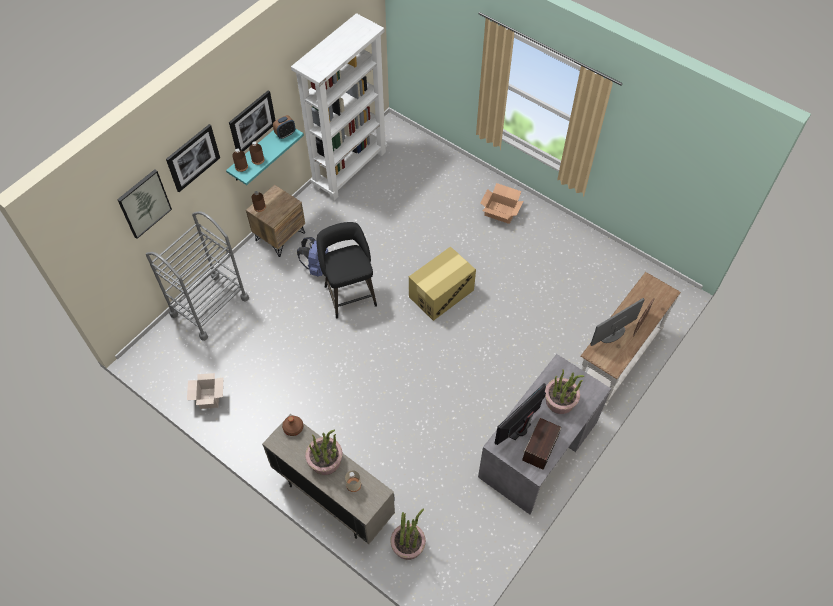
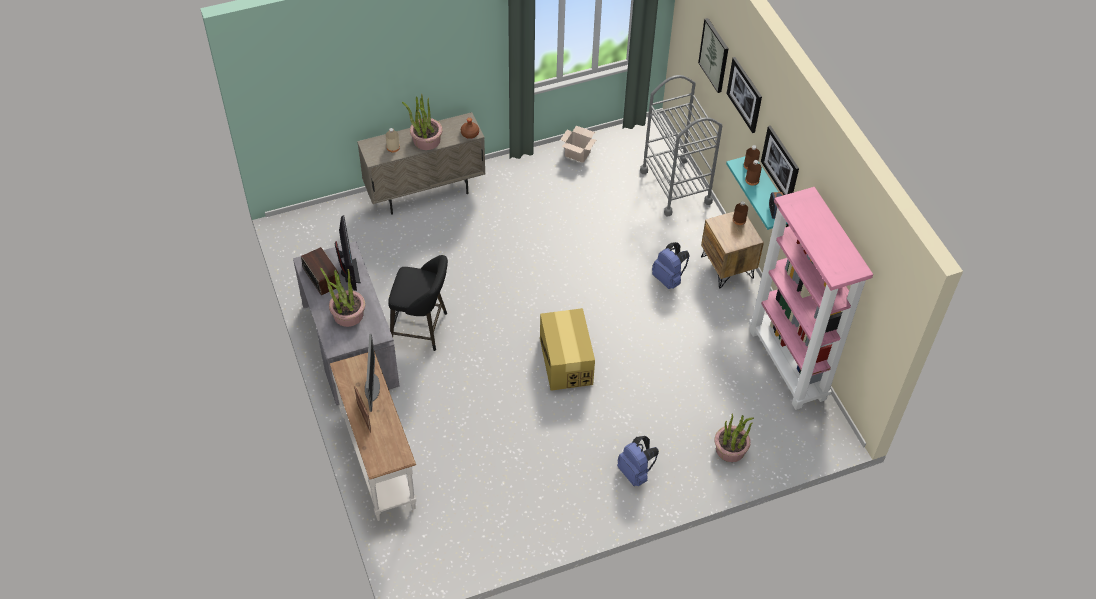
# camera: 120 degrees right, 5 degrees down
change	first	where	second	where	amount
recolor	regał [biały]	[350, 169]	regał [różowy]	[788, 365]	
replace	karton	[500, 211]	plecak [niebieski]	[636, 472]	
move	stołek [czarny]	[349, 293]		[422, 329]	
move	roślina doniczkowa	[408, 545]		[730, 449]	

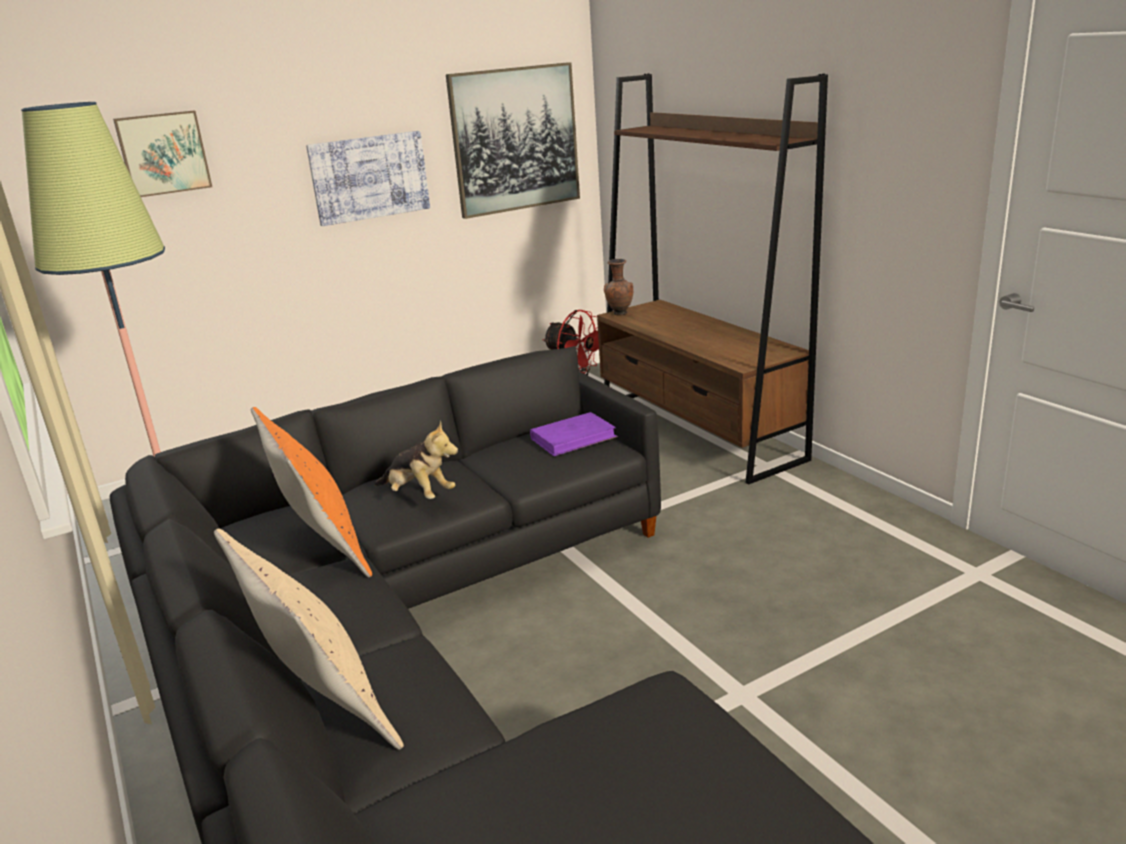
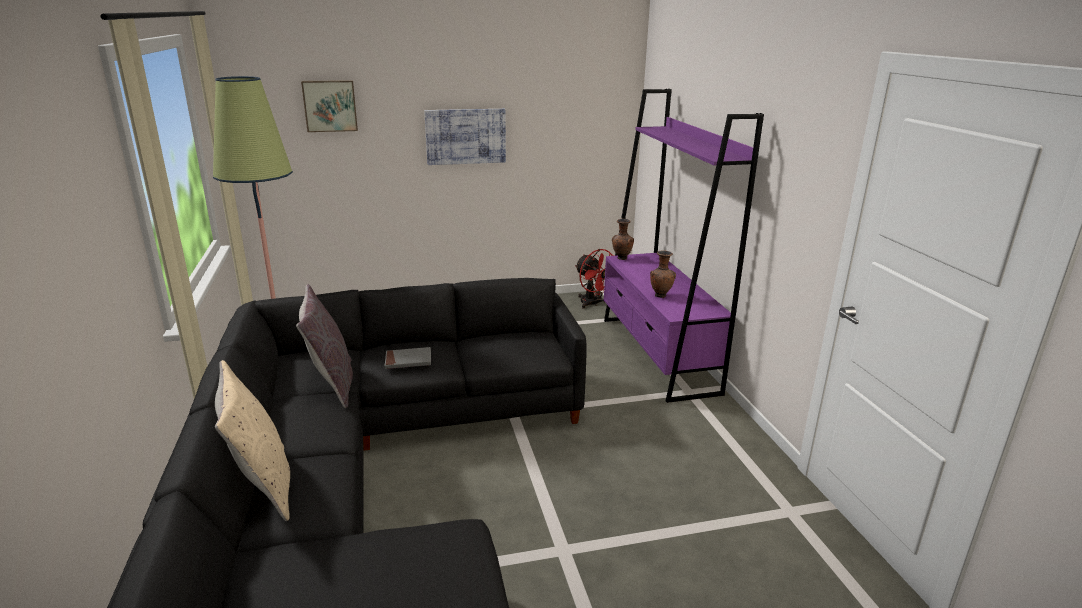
# camera: 15 degrees right, 0 degrees up
change	first	where	second	where	amount
delete	obraz	[515, 139]			
recolor	regał [brązowy]	[698, 431]	regał [fioletowy]	[658, 354]	
recolor	poduszka [pomarańczowy]	[323, 551]	poduszka [szary]	[331, 384]	
delete	książka [fioletowy]	[573, 438]			
replace	pluszak	[419, 495]	książka [szary]	[408, 360]	
insert			wazon [brązowy]	[660, 295]	

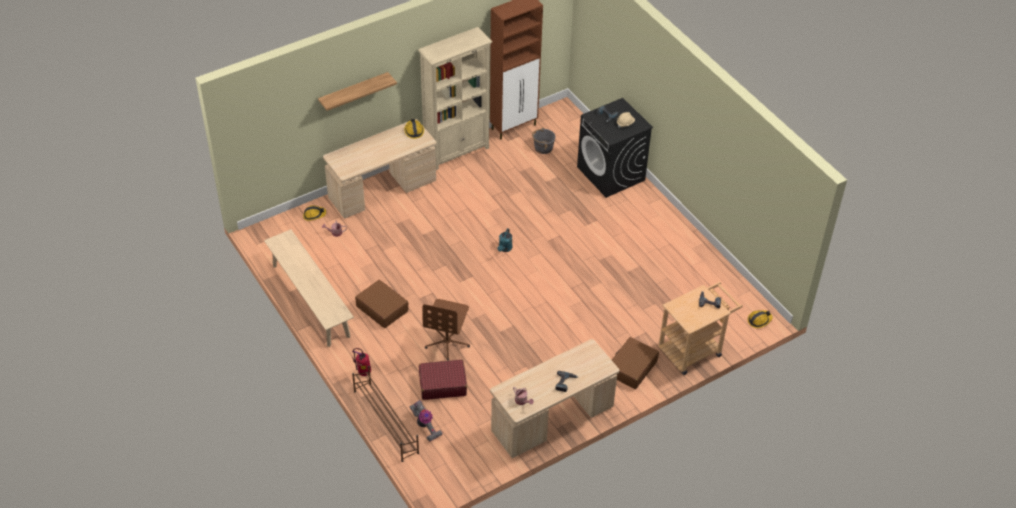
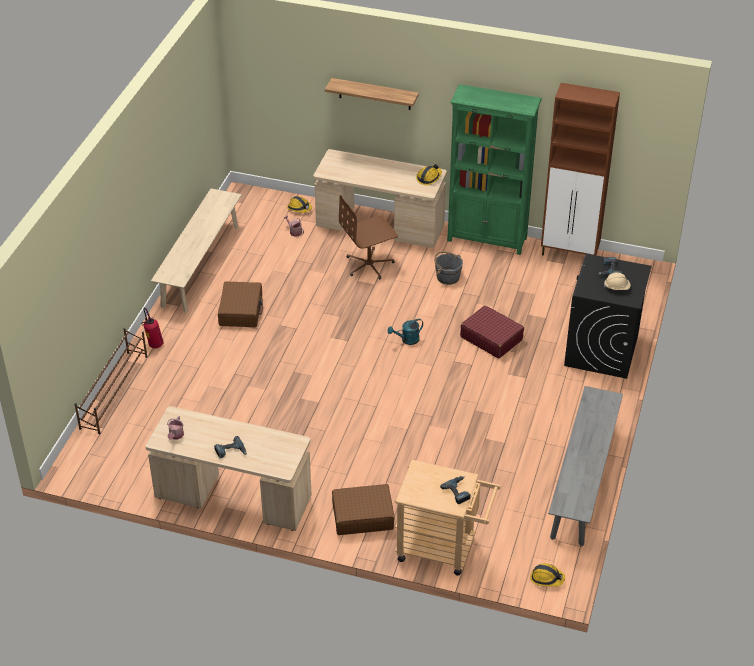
# camera: 50 degrees right, 5 degrees down
change	first	where	second	where	amount
recolor	regał [beżowy]	[457, 152]	regał [zielony]	[487, 239]	
move	wiadro [szary]	[543, 148]		[447, 277]	
move	krzesło biurowe [brązowy]	[447, 342]		[369, 265]	
move	walizka [czerwony]	[442, 384]		[491, 338]	
delete	odkurzacz	[425, 426]			
insert			ławka [szary]	[583, 482]	

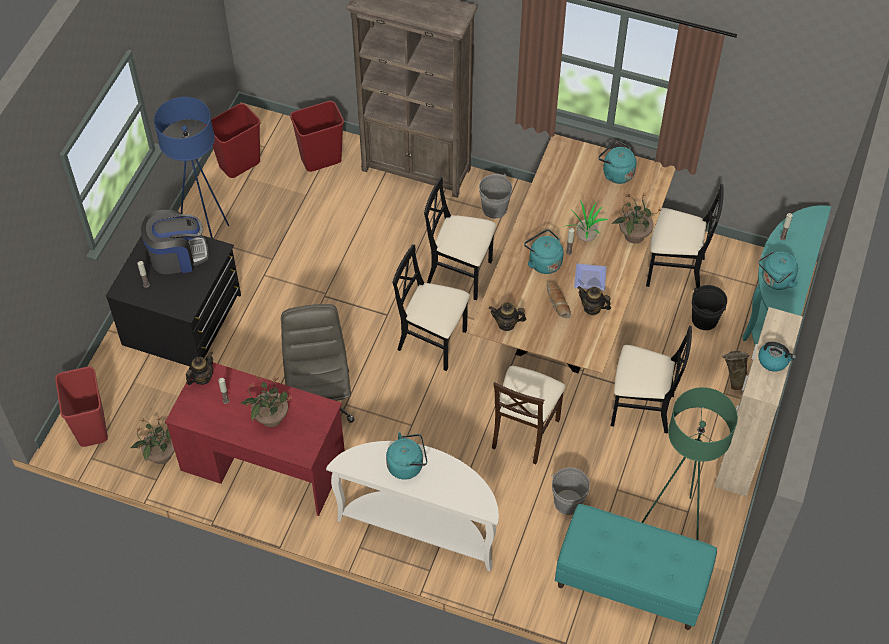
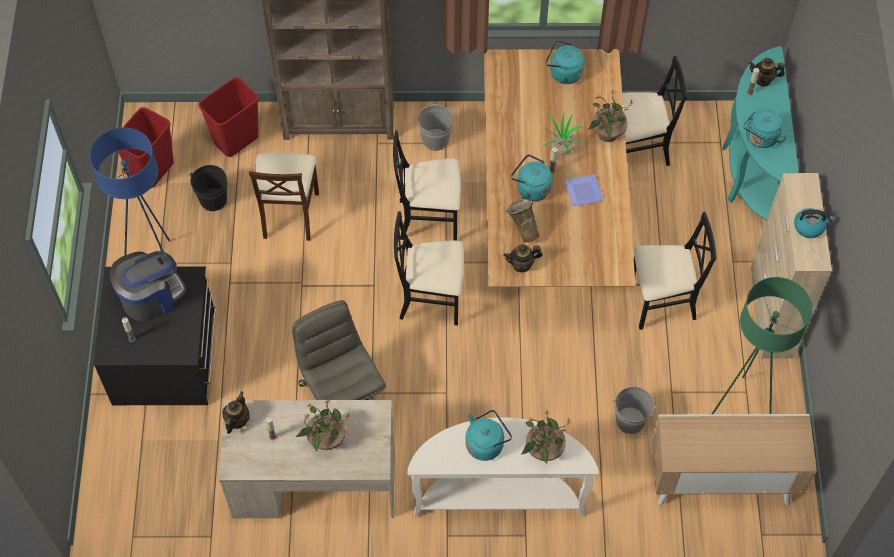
# camera: 20 degrees left, 5 degrees up
change	first	where	second	where	amount
delete	chleb	[557, 302]			
move	wiadro [czarny]	[704, 319]		[213, 199]	
move	imbryk	[592, 308]		[763, 79]	
move	wazon [beżowy]	[733, 378]		[522, 230]	
recolor	biurko [czerwony]	[263, 464]	biurko [beżowy]	[314, 482]	
move	krzesło [beżowy]	[524, 431]		[289, 214]	
delete	kosz na śmieci [czerwony]	[90, 427]			
move	roślina doniczkowa	[160, 455]		[543, 450]	
replace	ławka [turkusowy]	[630, 583]	szafka	[721, 481]	

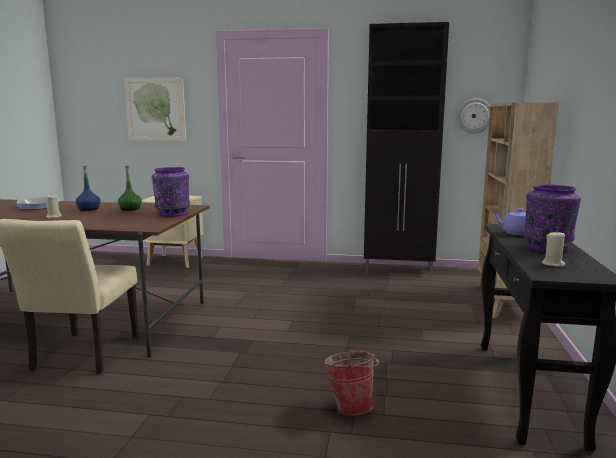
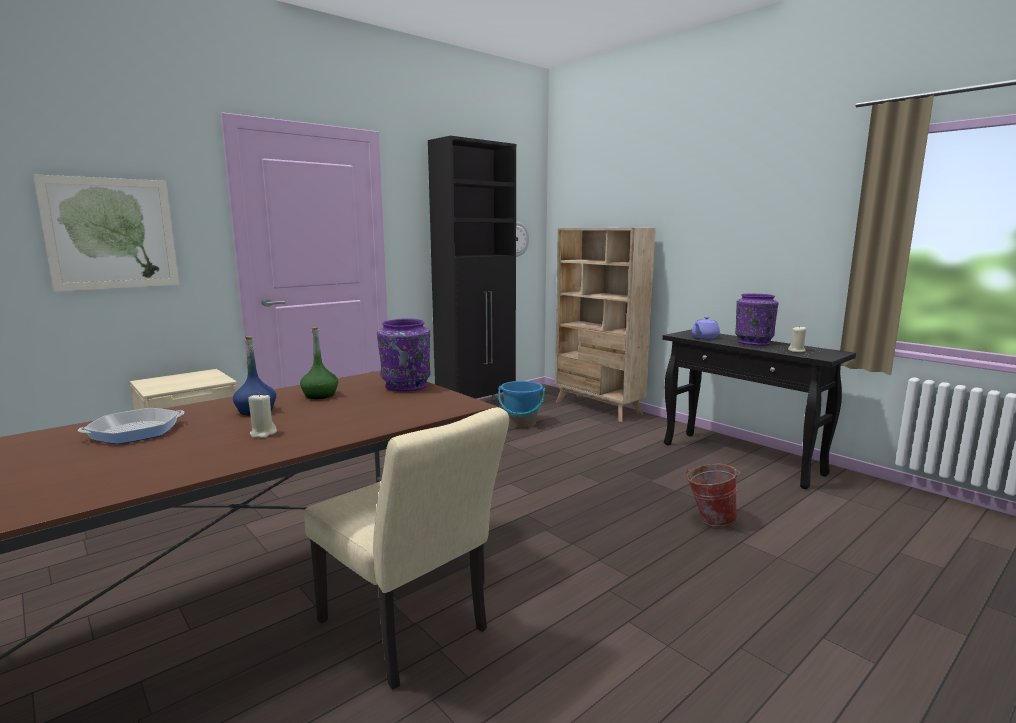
# camera: 50 degrees left, 0 degrees up
change	first	where	second	where	amount
insert			wiadro [niebieski]	[521, 423]	

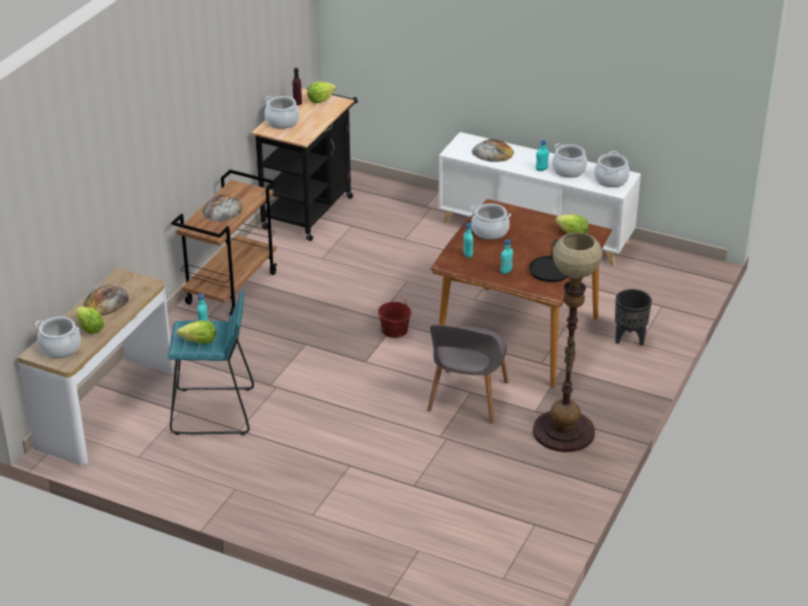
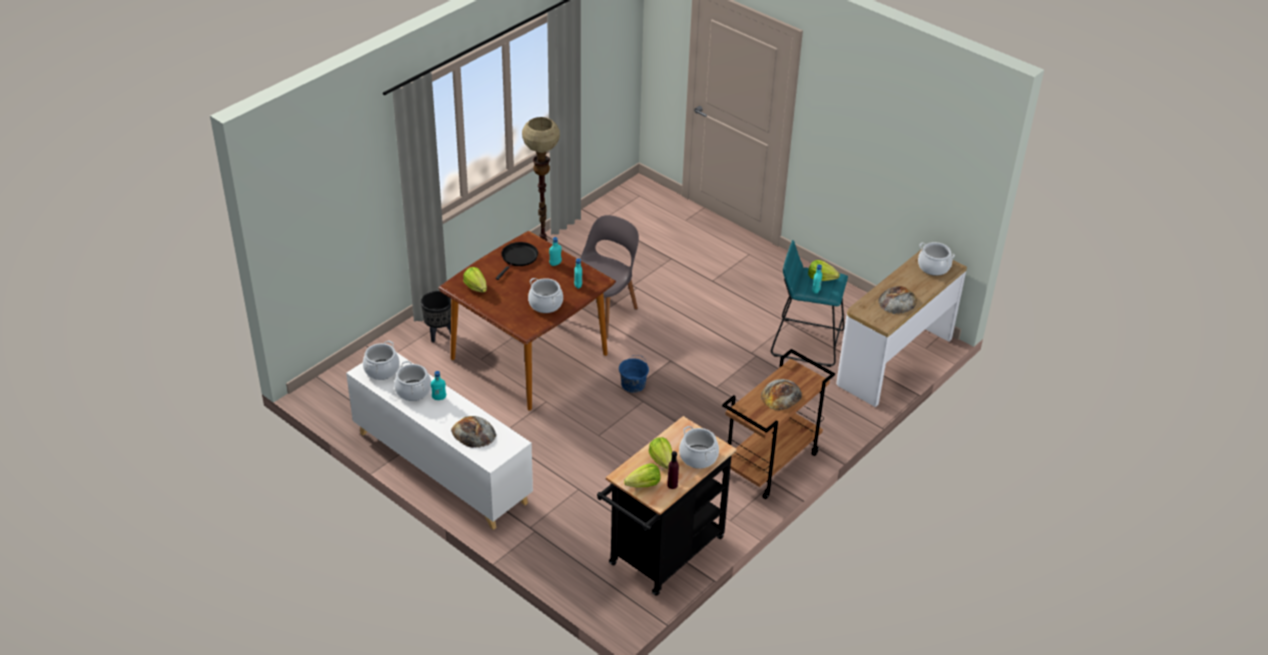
# camera: 165 degrees left, 5 degrees up
change	first	where	second	where	amount
recolor	wiadro [czerwony]	[394, 330]	wiadro [niebieski]	[633, 384]	
move	sałata	[89, 328]		[662, 461]	

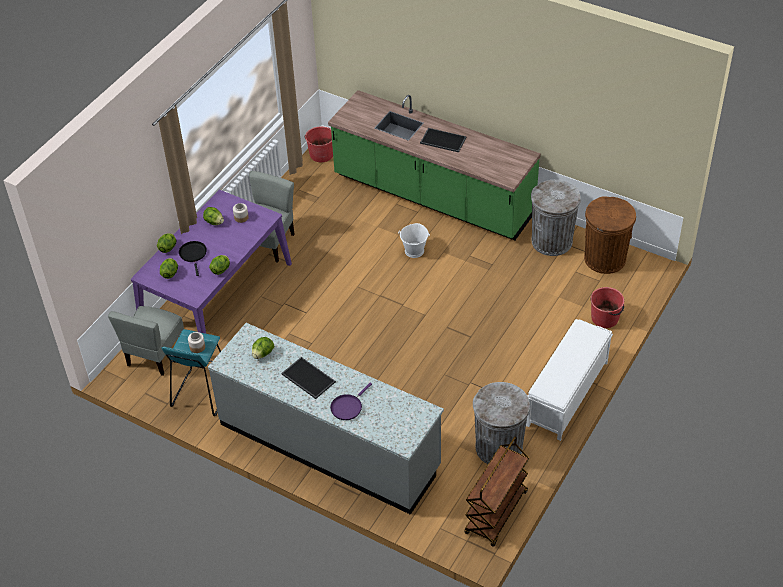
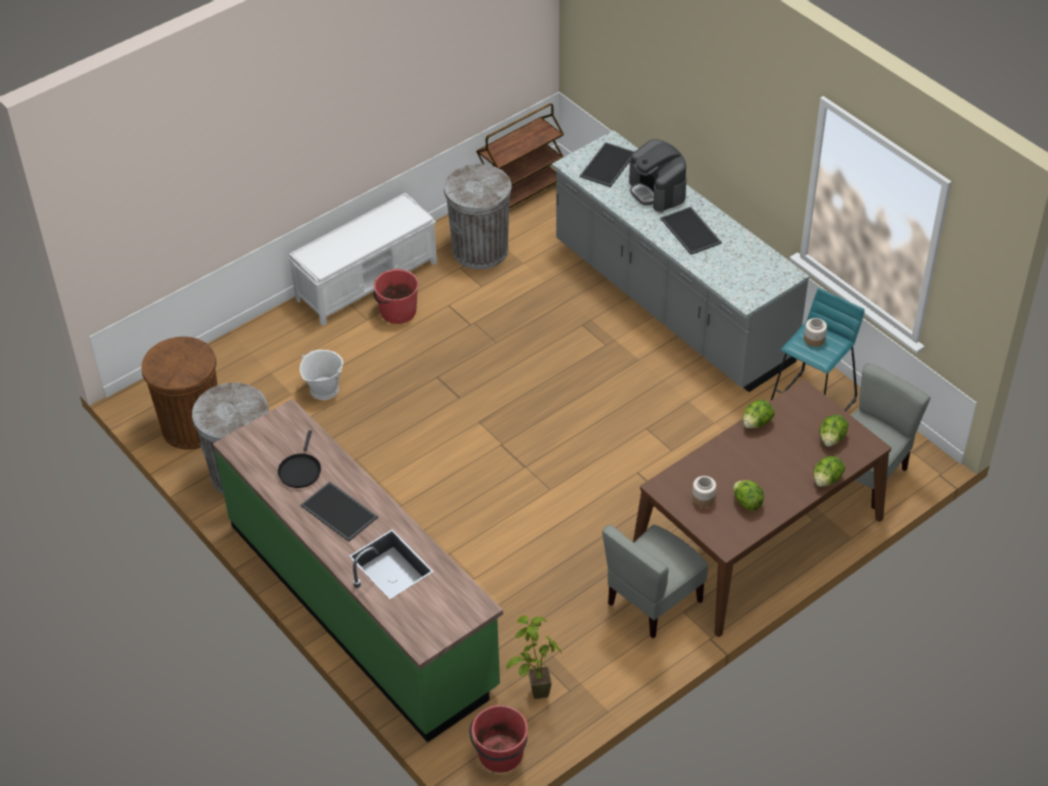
# camera: 160 degrees left, 0 degrees up
change	first	where	second	where	amount
recolor	stół jadalny [fioletowy]	[217, 295]	stół jadalny [brązowy]	[757, 537]	
move	wiadro [biały]	[414, 251]		[324, 389]	
move	patelnia [czarny]	[193, 254]		[300, 470]	
move	wiadro [czerwony]	[605, 318]		[397, 311]	
delete	sałata	[263, 354]			
replace	patelnia [fioletowy]	[347, 407]	ekspres do kawy	[657, 190]	
insert			taca	[608, 165]	
insert			roślina doniczkowa	[532, 691]	

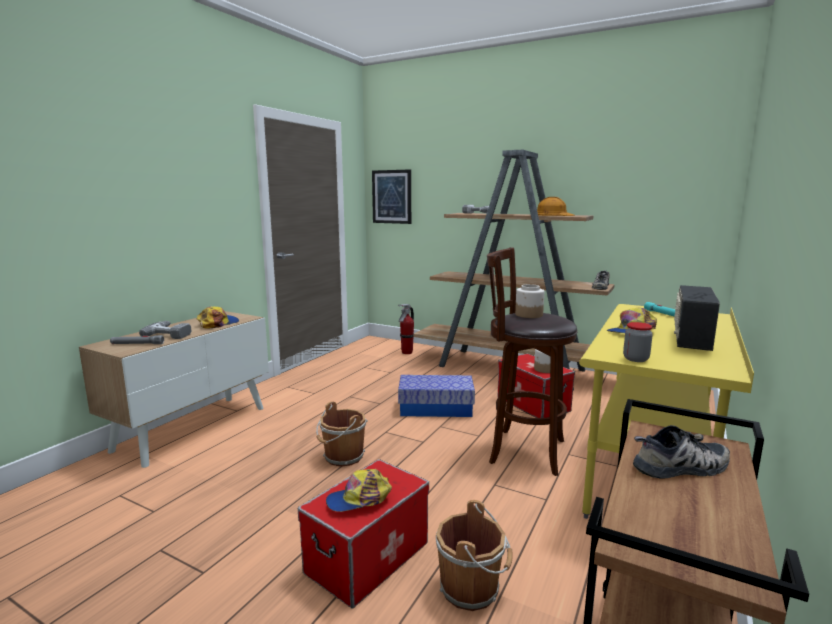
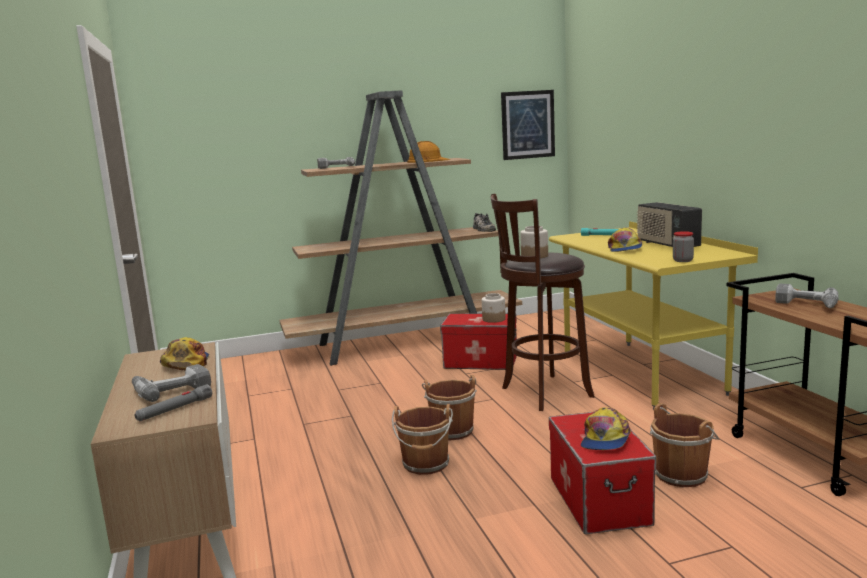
# camera: 45 degrees left, 0 degrees up
change	first	where	second	where	amount
move	obraz	[392, 197]		[527, 124]	
delete	gaśnica	[406, 352]			
delete	pojemnik do przechowywania	[436, 408]			
replace	but	[682, 468]	wiertarka	[806, 304]	
insert			wiadro [brązowy]	[451, 430]	

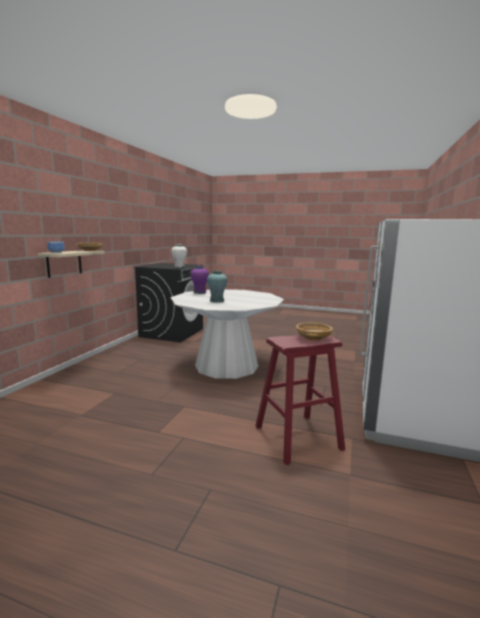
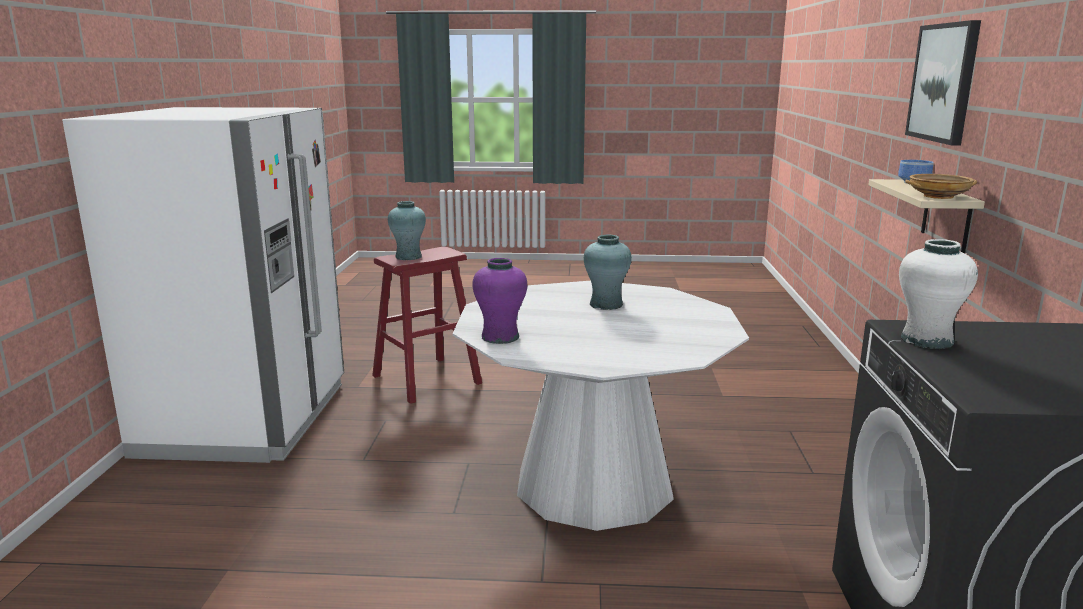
# camera: 165 degrees right, 5 degrees up
change	first	where	second	where	amount
move	wazon [fioletowy]	[200, 292]		[500, 337]	
replace	miska [beżowy]	[313, 338]	wazon [turkusowy]	[408, 257]	
insert			obraz	[944, 82]	

